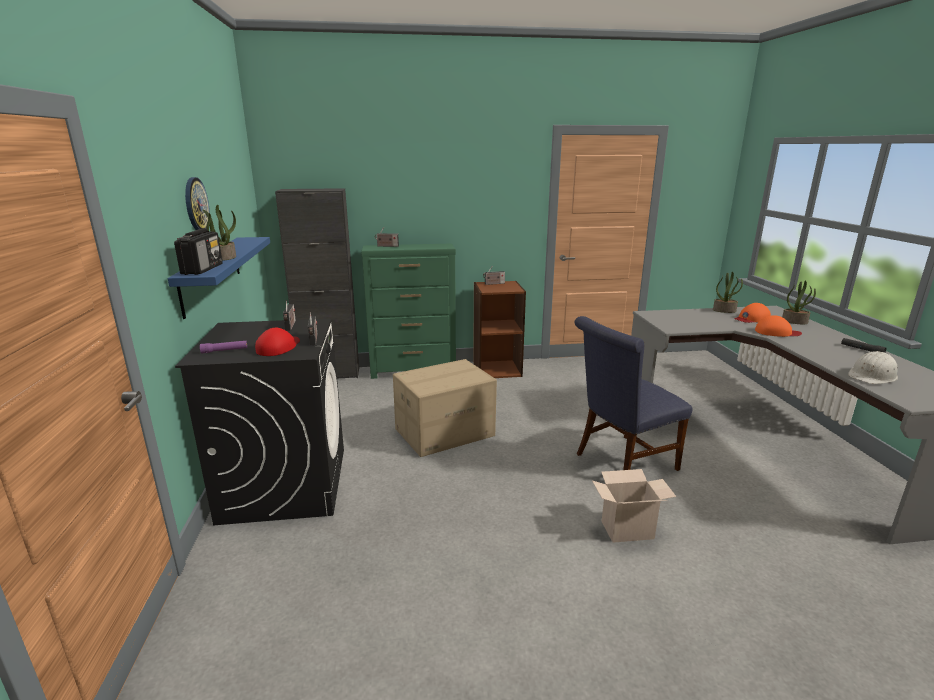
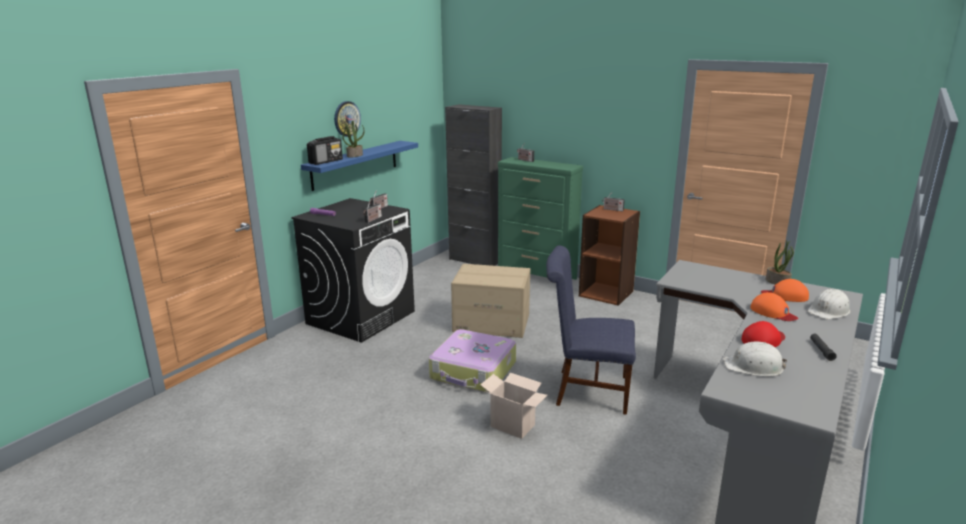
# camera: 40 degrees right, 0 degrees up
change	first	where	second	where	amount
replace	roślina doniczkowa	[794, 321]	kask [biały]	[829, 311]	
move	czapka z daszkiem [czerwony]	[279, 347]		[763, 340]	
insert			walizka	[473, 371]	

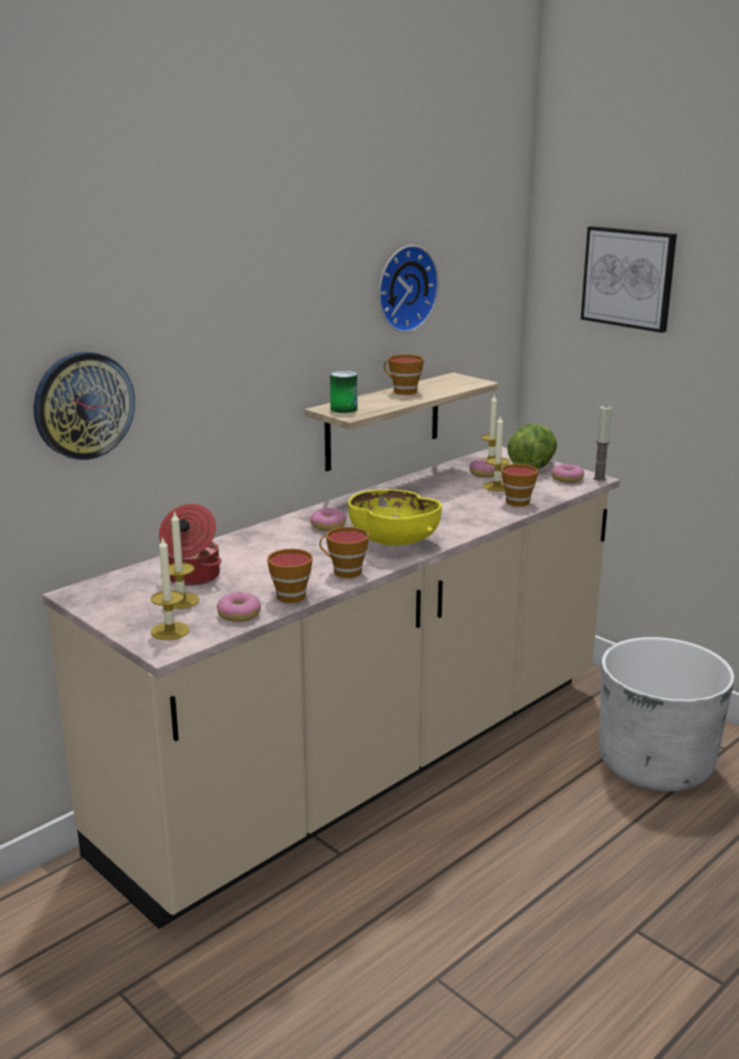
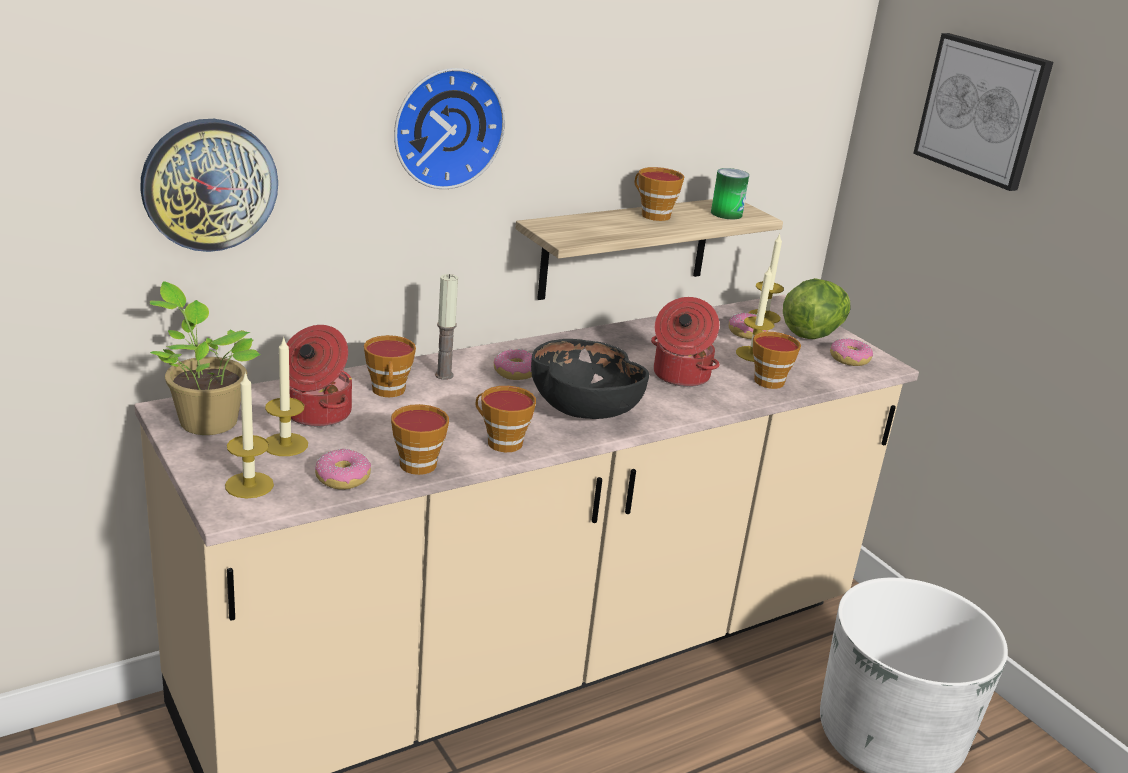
# camera: 10 degrees right, 5 degrees up
change	first	where	second	where	amount
move	zegar ścienny	[403, 288]		[446, 127]	
move	puszka	[344, 409]		[726, 214]	
move	świeca	[599, 479]		[444, 375]	
recolor	miska [żółty]	[393, 542]	miska [czarny]	[583, 410]	
insert			roślina doniczkowa	[205, 421]	
insert			garnek	[680, 376]	
insert			filiżanka	[389, 391]	

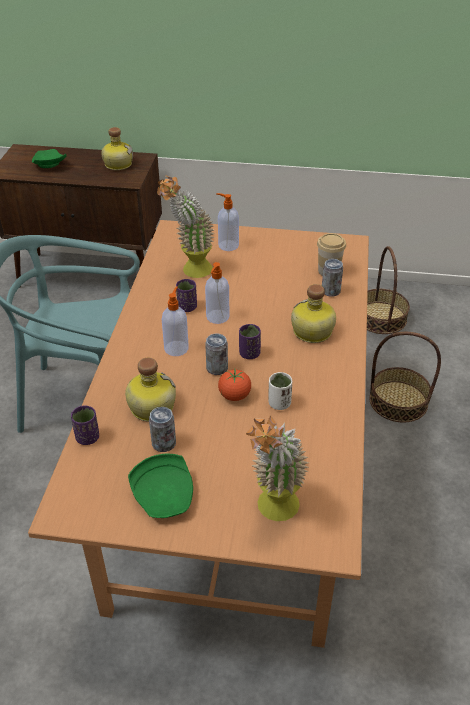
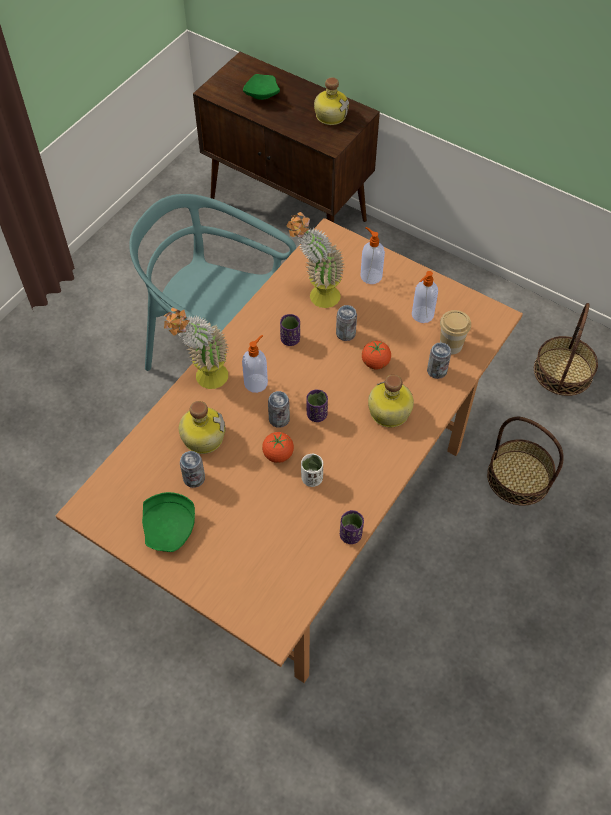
# camera: 25 degrees right, 15 degrees up
change	first	where	second	where	amount
move	dozownik mydła	[217, 317]		[422, 315]	
move	filiżanka [fioletowy]	[88, 438]		[350, 535]	
move	roślina doniczkowa	[273, 512]		[204, 380]	
insert			puszka	[345, 334]	
insert			pomidor	[375, 363]	

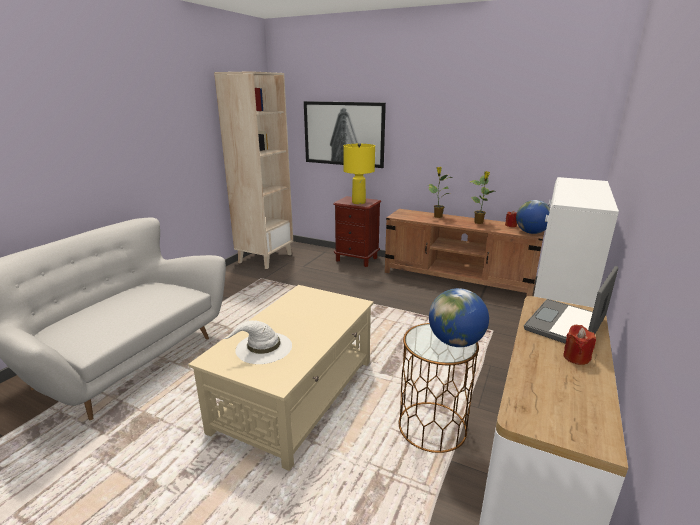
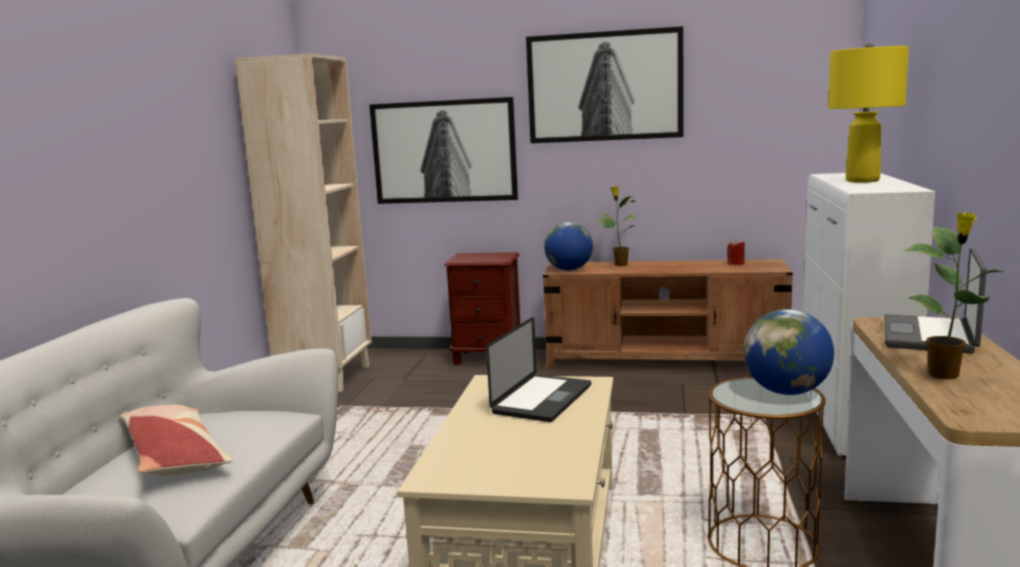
# camera: 15 degrees left, 10 degrees down
change	first	where	second	where	amount
move	lampa stołowa [żółty]	[359, 202]		[863, 180]	
move	roślina doniczkowa	[479, 222]		[945, 375]	
move	globus	[531, 232]		[569, 270]	
delete	kapelusz [biały]	[263, 348]			
delete	świeca [czerwony]	[576, 357]			
insert			obraz	[604, 86]	
insert			laptop	[542, 399]	
insert			poduszka	[175, 456]	

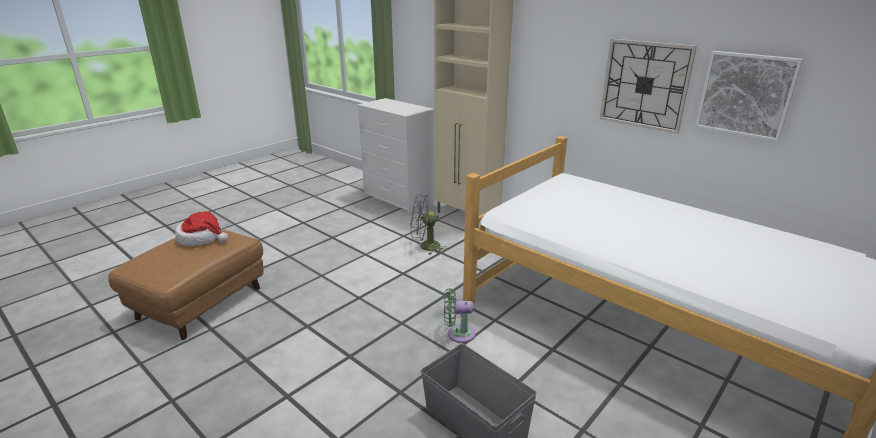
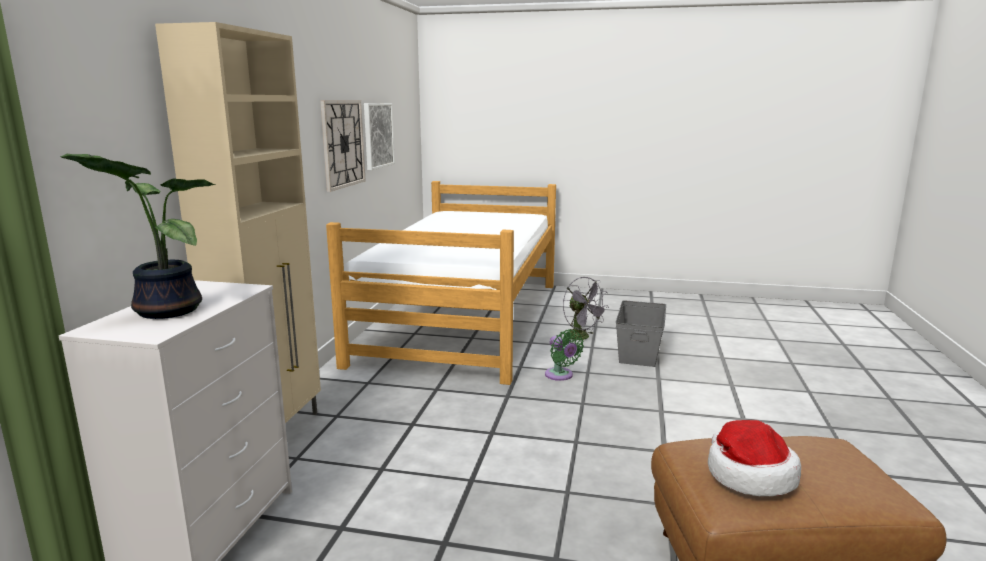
# camera: 120 degrees left, 10 degrees down
change	first	where	second	where	amount
move	wentylator [szary]	[425, 247]		[582, 337]	
insert			roślina doniczkowa	[164, 310]	

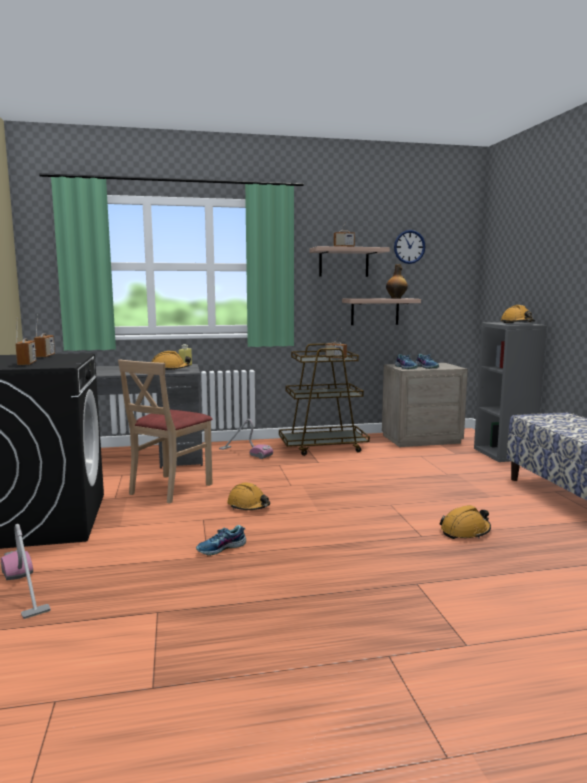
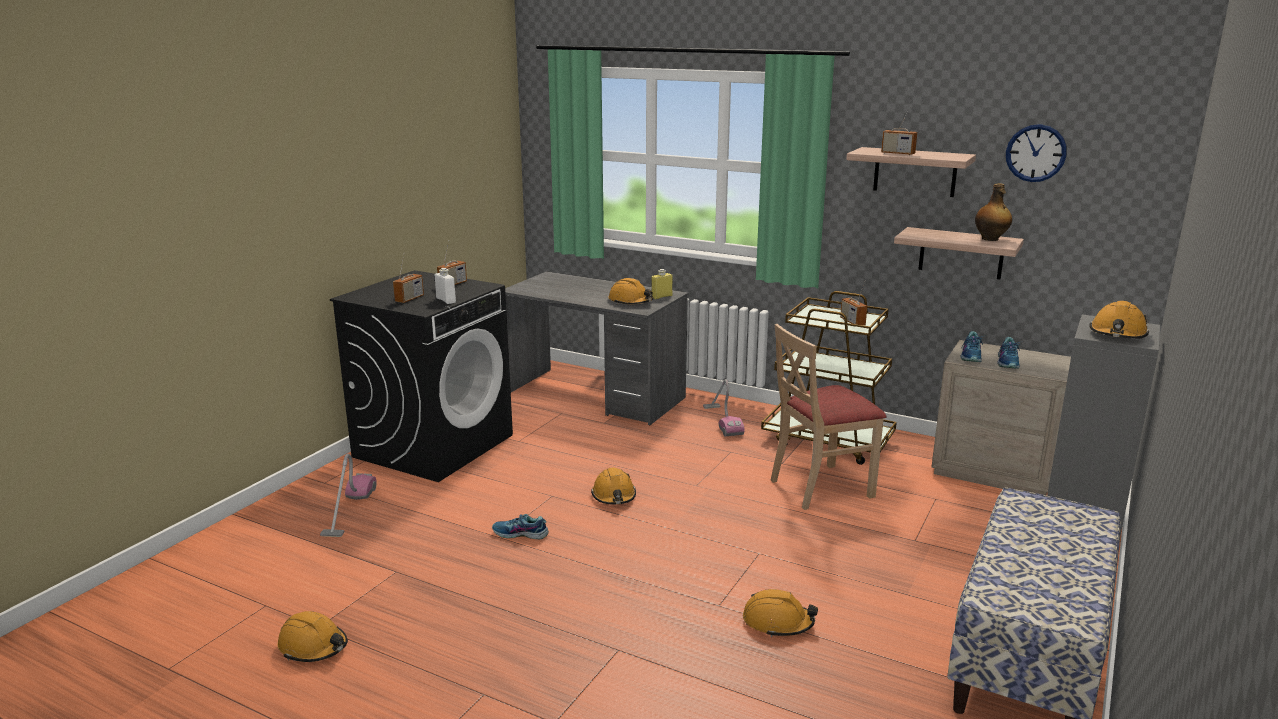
# camera: 40 degrees right, 10 degrees up
change	first	where	second	where	amount
move	krzesło [beżowy]	[170, 488]		[820, 487]	
insert			butelka [biały]	[446, 300]	
insert			kask [pomarańczowy]	[313, 647]	

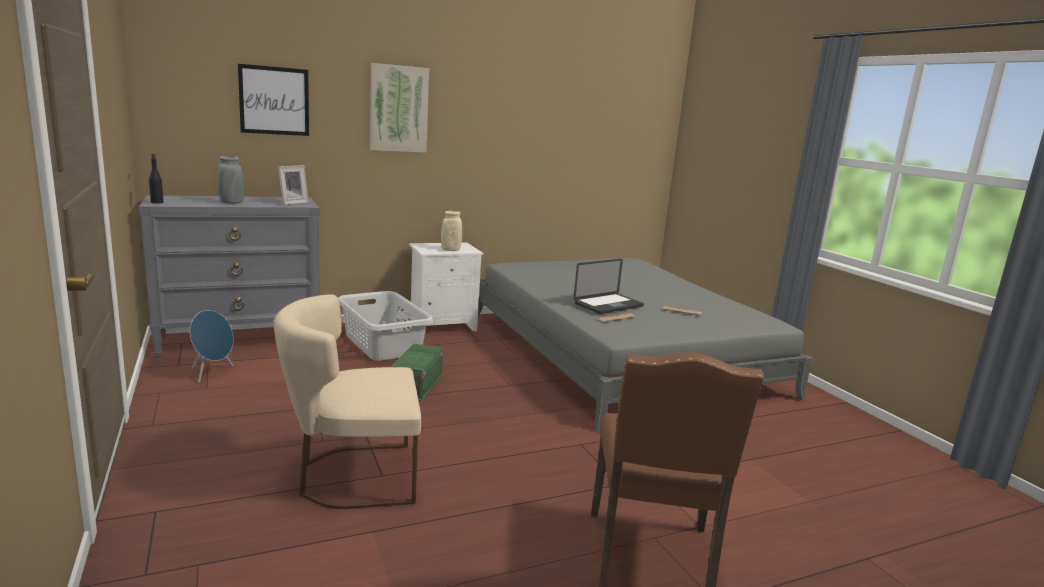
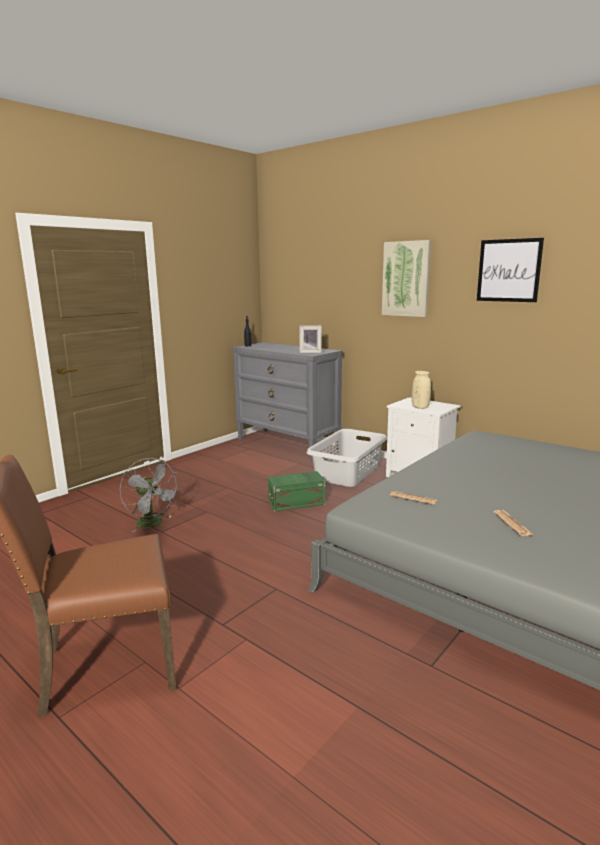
# camera: 65 degrees right, 0 degrees up
change	first	where	second	where	amount
move	obraz	[274, 100]		[509, 270]	
delete	wazon [szary]	[231, 203]			
delete	laptop	[608, 305]			
replace	krzesło [beżowy]	[351, 476]	wentylator [szary]	[153, 524]	
delete	głośnik [niebieski]	[212, 373]			

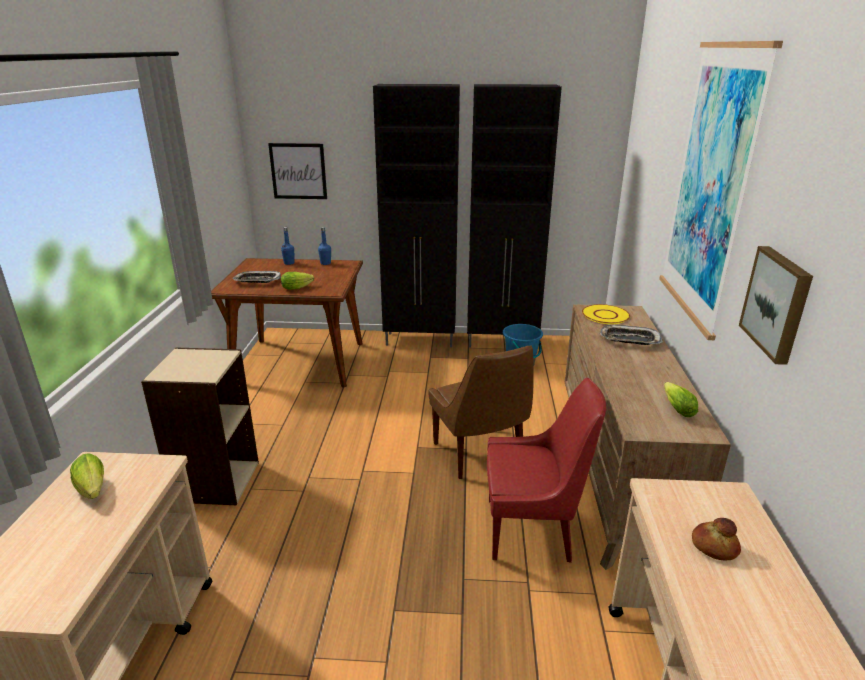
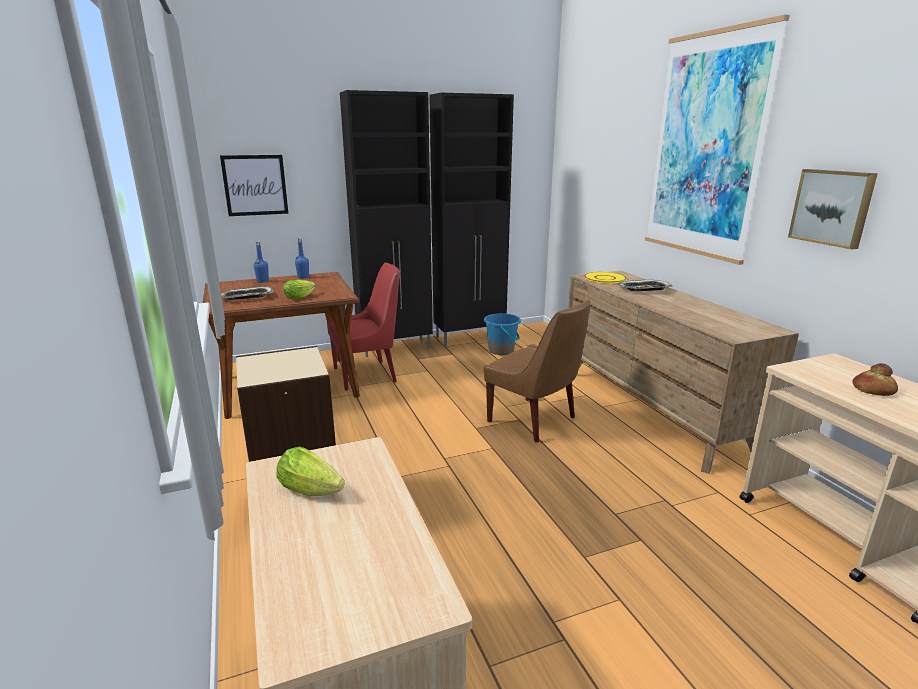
# camera: 25 degrees left, 5 degrees down
change	first	where	second	where	amount
move	krzesło [czerwony]	[532, 530]		[367, 375]	
delete	sałata	[676, 407]			

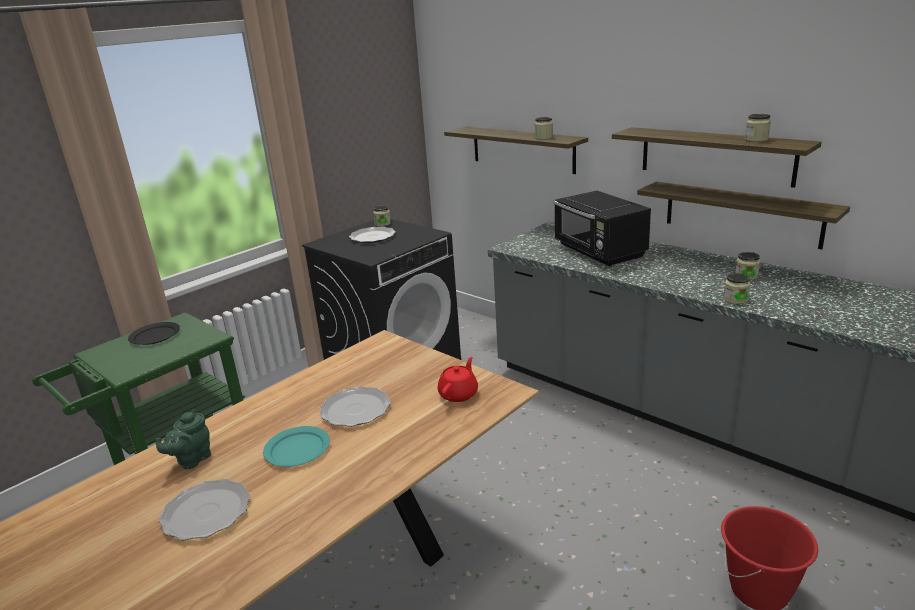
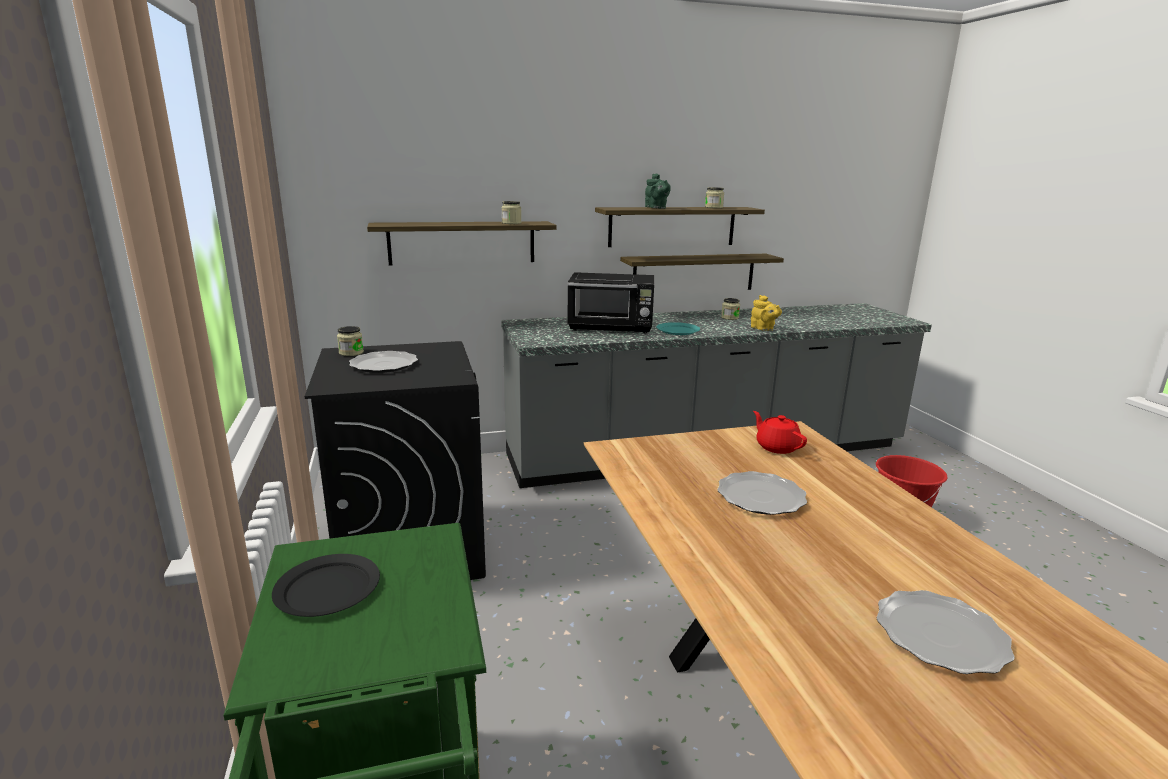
# camera: 60 degrees left, 5 degrees down
change	first	where	second	where	amount
replace	słoik	[735, 299]	imbryk [żółty]	[763, 329]	
move	imbryk [zielony]	[192, 460]		[656, 208]	
move	talerz [turkusowy]	[298, 449]		[678, 330]	

